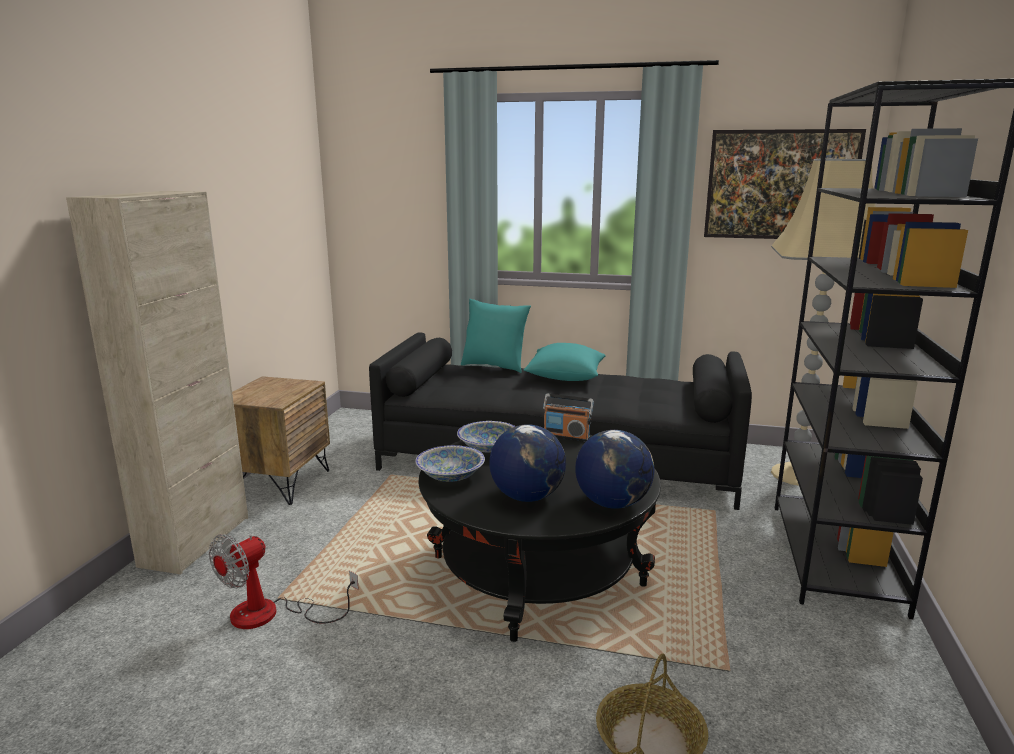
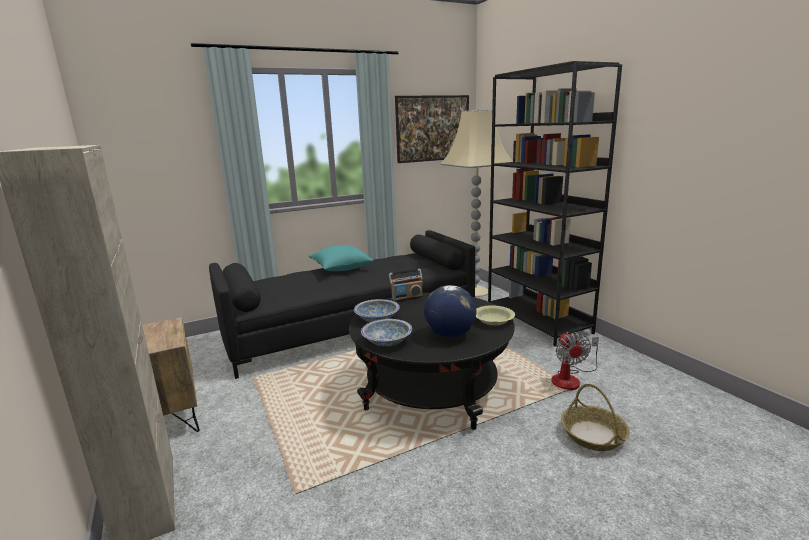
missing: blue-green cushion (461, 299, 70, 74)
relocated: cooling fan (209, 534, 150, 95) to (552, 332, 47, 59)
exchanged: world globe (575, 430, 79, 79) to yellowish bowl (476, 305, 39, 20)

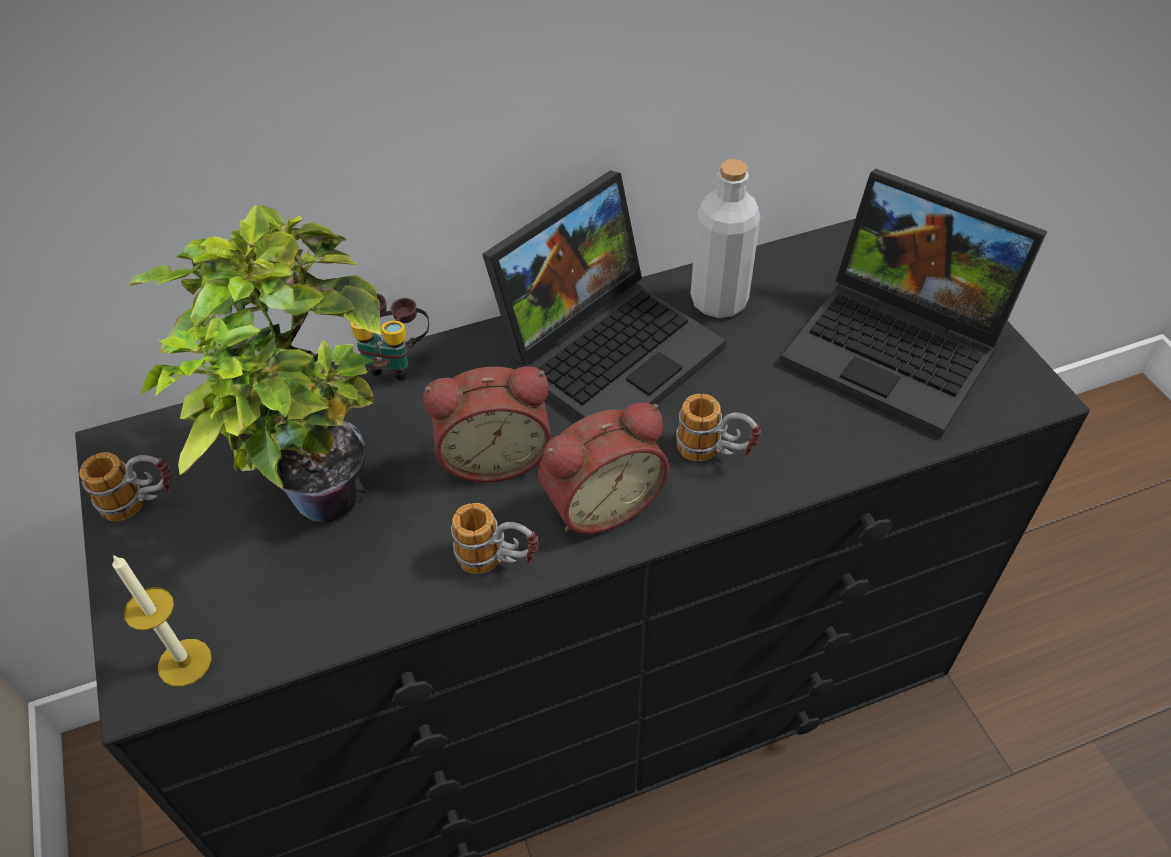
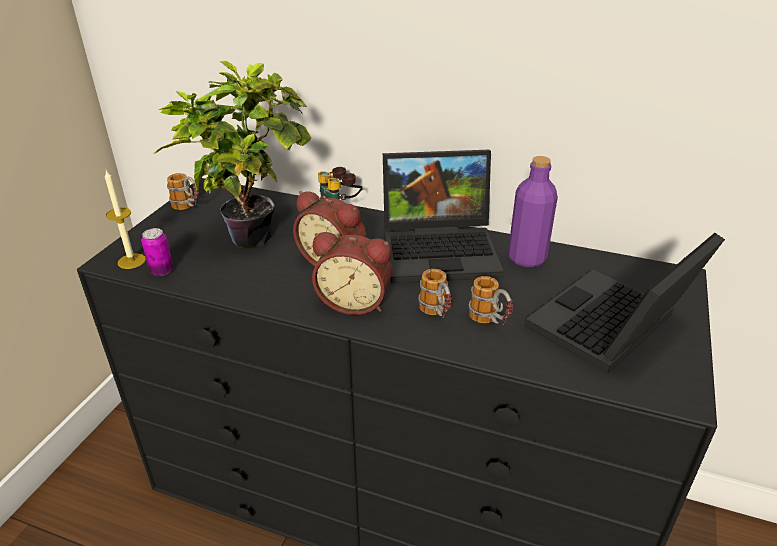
appeared: can (141, 228, 32, 48)
relocated: coffee mug (451, 503, 88, 71) to (469, 276, 44, 49)
colour: greyish drink bottle (691, 159, 69, 159) to purplish drink bottle (508, 156, 50, 112)
spun: notebook computer (780, 169, 267, 269) = (525, 233, 200, 140) 60 degrees clockwise

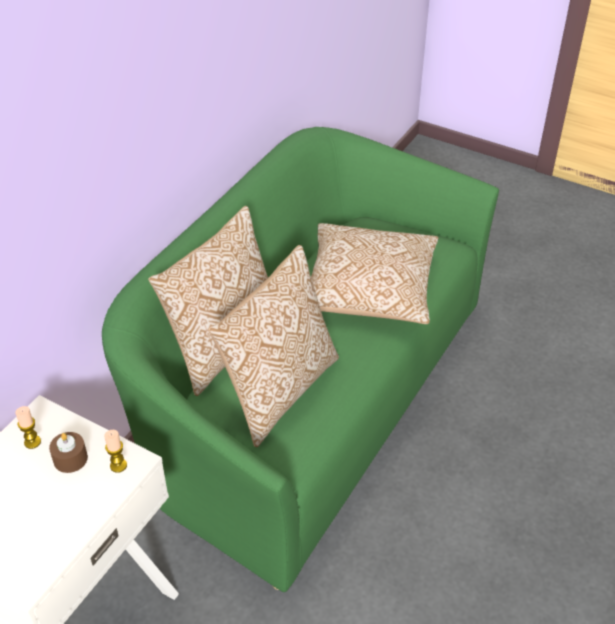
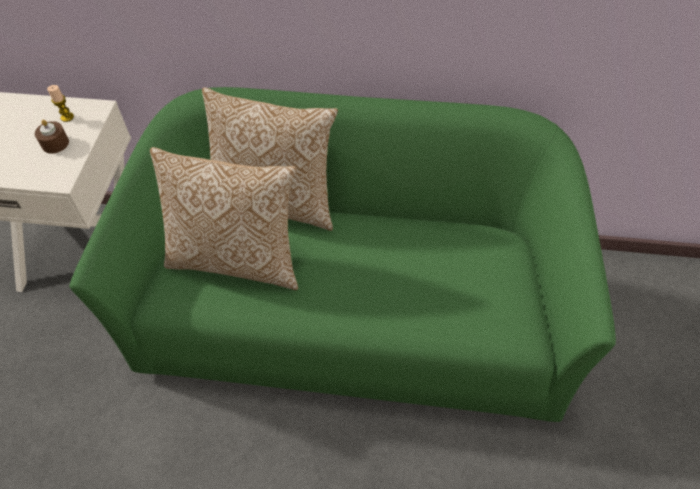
missing: cushion (311, 223, 128, 101); wax candle (104, 430, 23, 43)

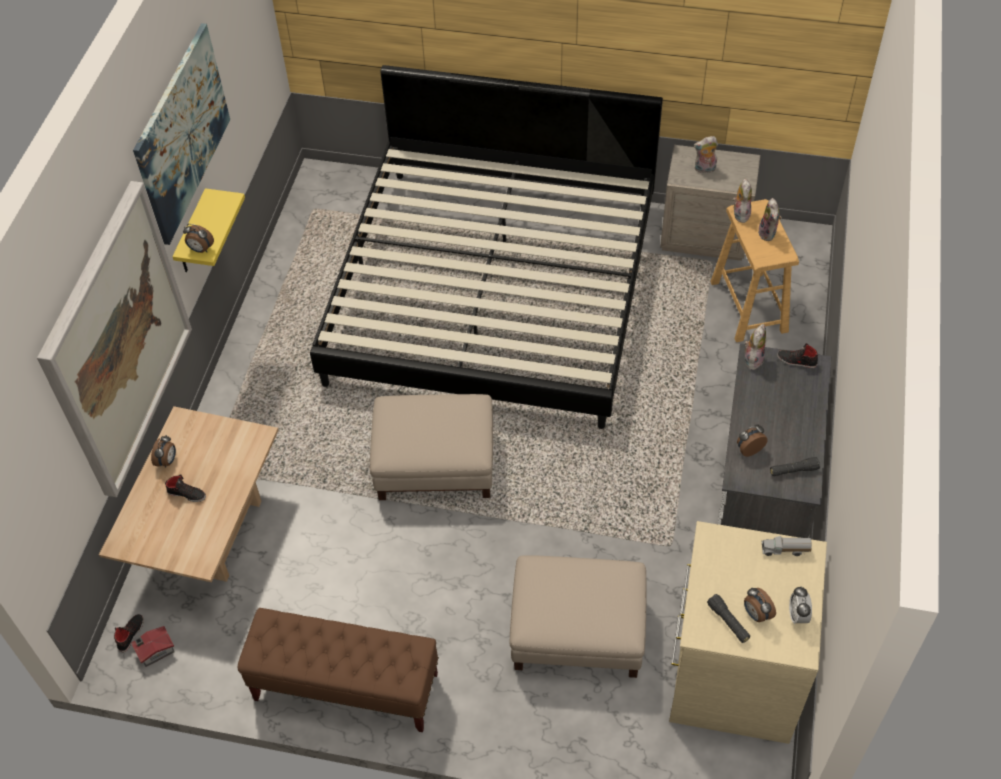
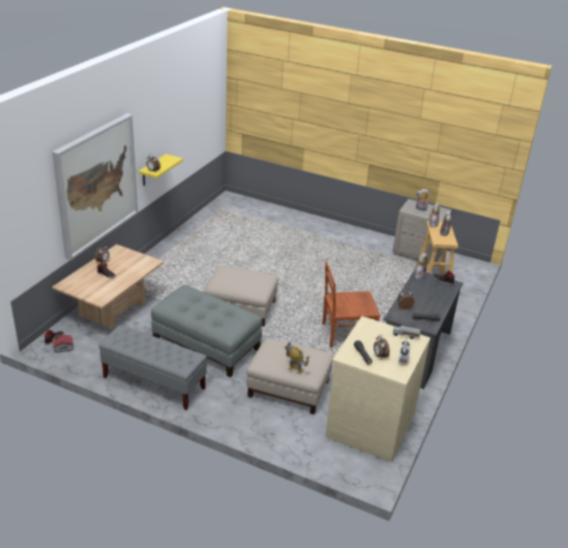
missing: wall art (133, 23, 97, 222); bed (310, 65, 353, 364)
appeared: brown-coloured plain chair (322, 261, 59, 87); greyish pouffe (151, 285, 111, 92); toy robot (285, 342, 25, 32)
colour: brown-coloured indoor bench (238, 608, 201, 124) to greyish indoor bench (99, 325, 108, 85)

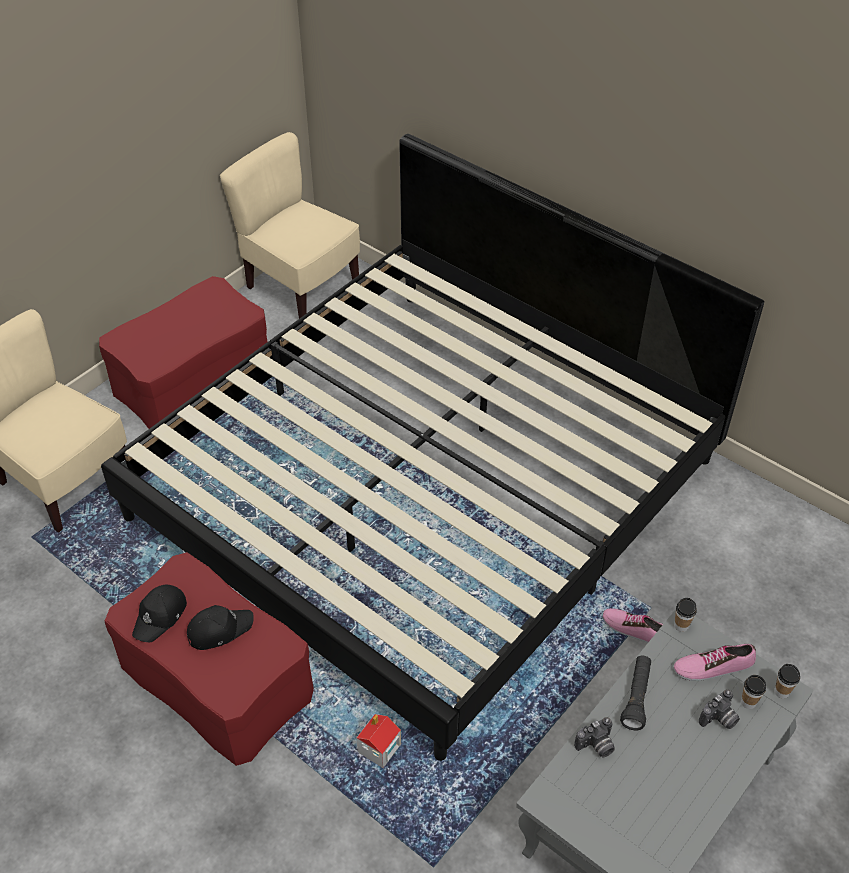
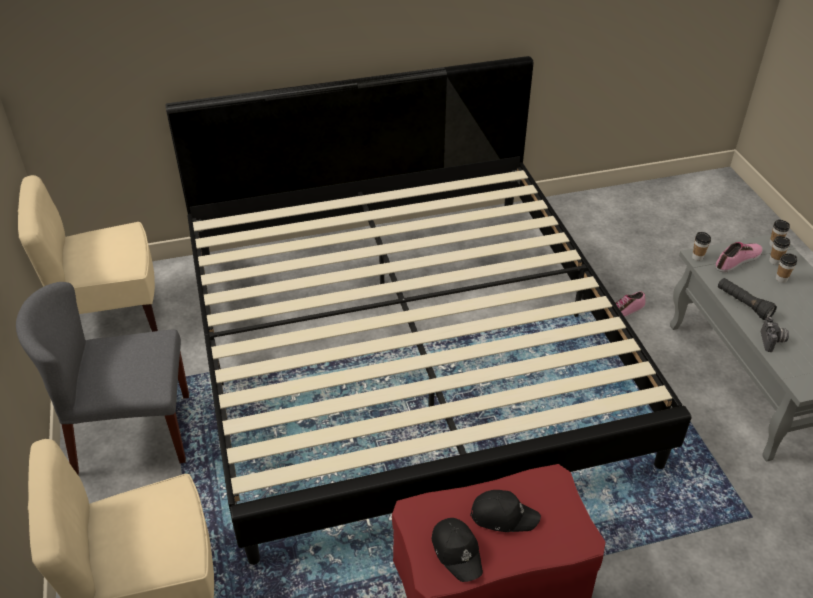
missing: toy house (356, 714, 45, 54)
exchanged: reddish pouffe (99, 276, 168, 153) to greyish plain chair (16, 282, 173, 193); photo camera (699, 690, 41, 39) to small cup (776, 254, 21, 29)
spun: blackish baseball cap (187, 605, 67, 45) = (470, 490, 71, 42) 90 degrees clockwise; item of footwear (673, 644, 83, 37) = (715, 242, 48, 31) 150 degrees counterclockwise

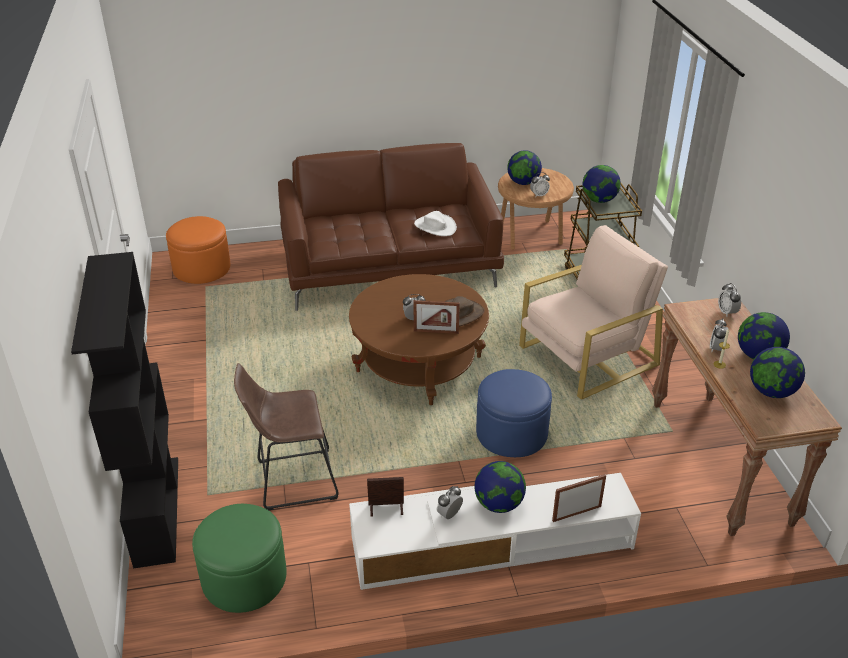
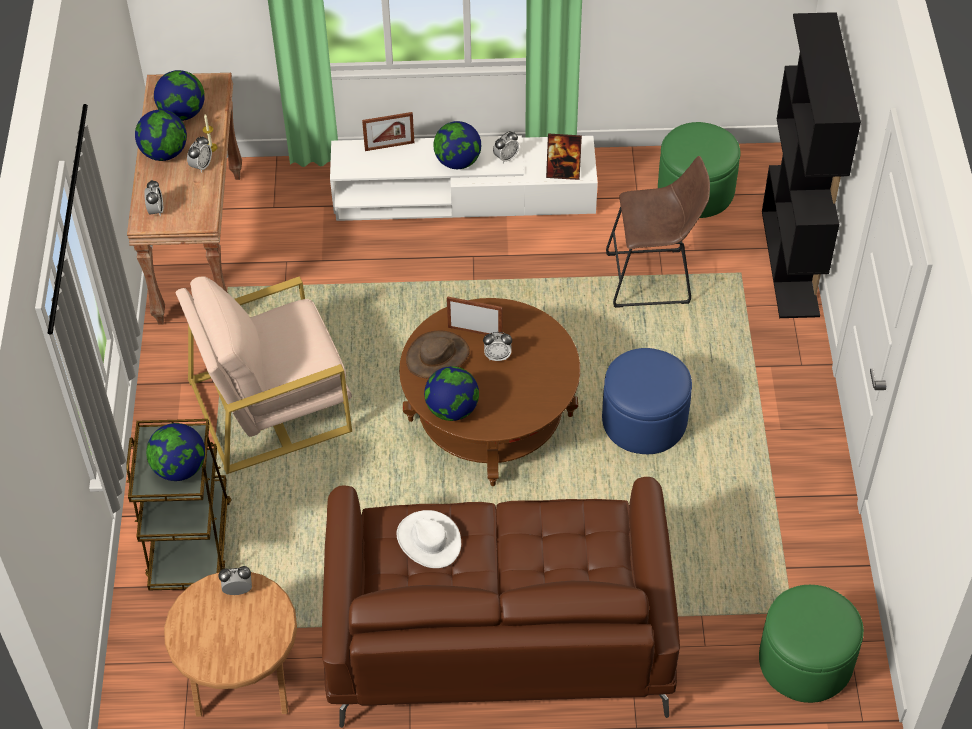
relocated: world globe (507, 150, 35, 35) to (424, 366, 55, 55); bluish pouffe (476, 369, 76, 88) to (602, 348, 90, 106)
colour: orange pouffe (166, 216, 64, 68) to green pouffe (759, 585, 105, 118)

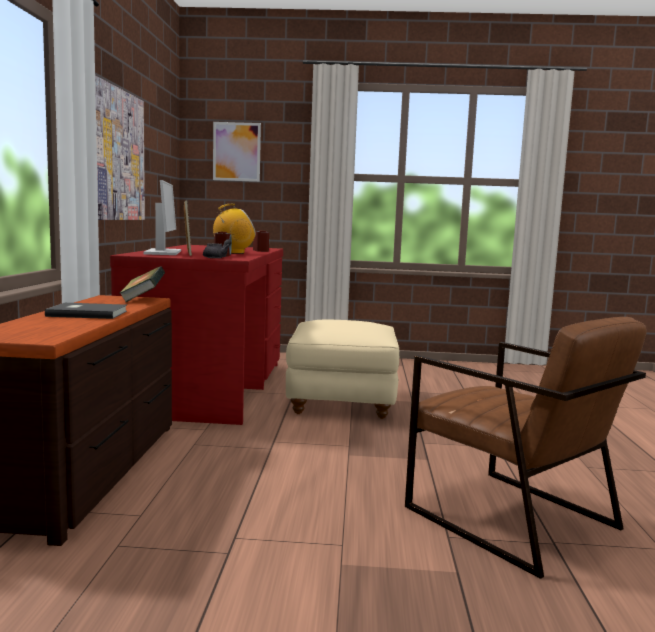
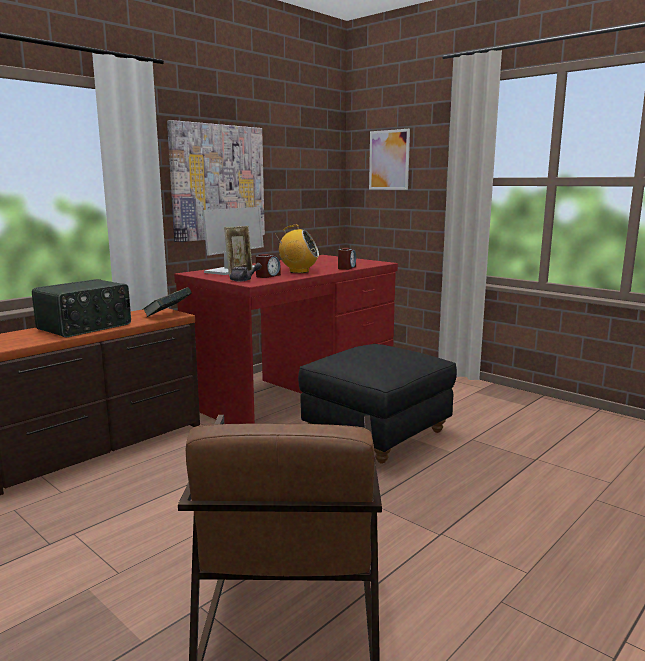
exchanged: greyish book (45, 303, 82, 16) to radio (32, 279, 99, 58)
colour: sand-coloured pouffe (286, 320, 113, 99) to blackish pouffe (298, 344, 159, 120)

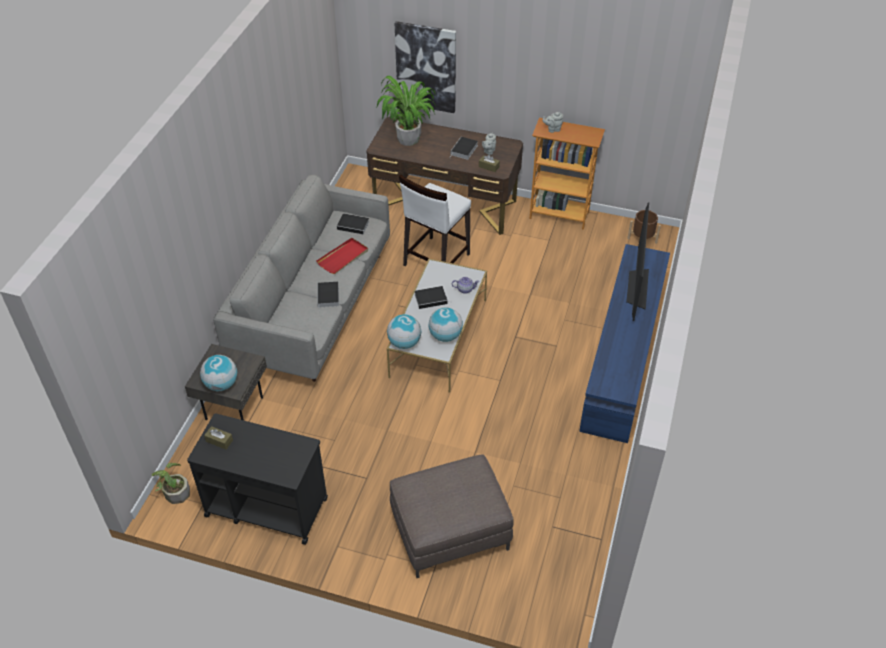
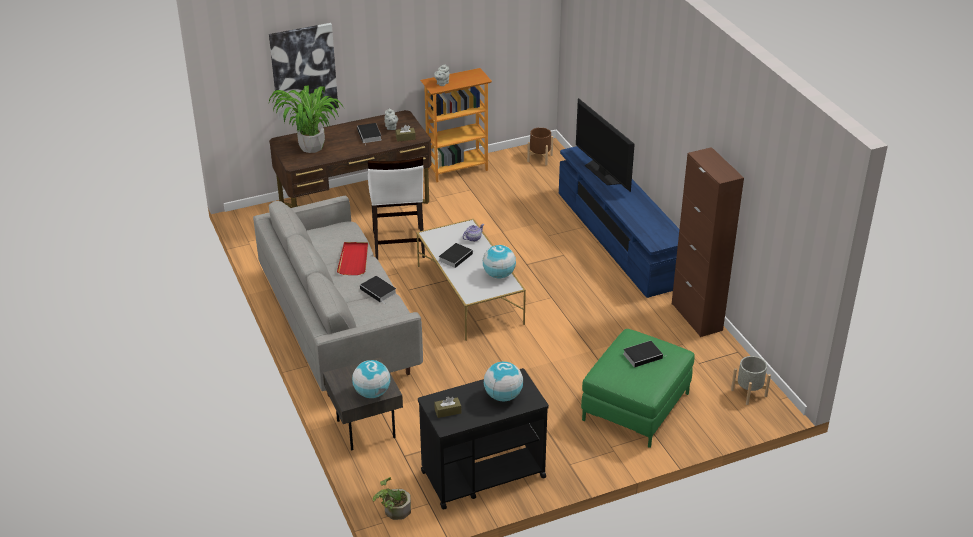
appeared: brown-coloured cupboard (672, 147, 72, 190); greyish planter (731, 356, 40, 49)
relocated: book (337, 213, 32, 21) to (623, 341, 43, 27); world globe (387, 314, 35, 35) to (484, 362, 39, 39)
colour: brown-coloured pouffe (390, 455, 124, 123) to green pouffe (581, 329, 114, 119)

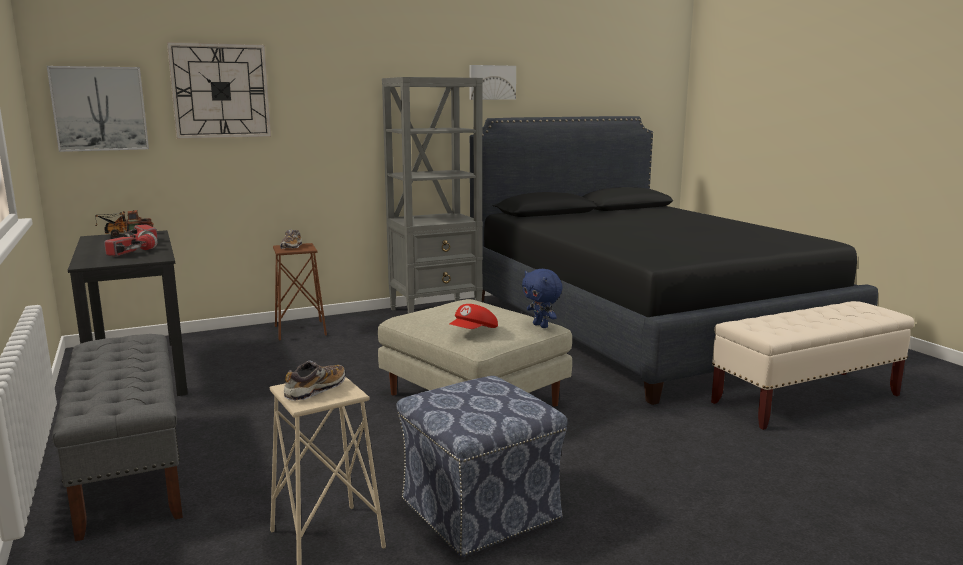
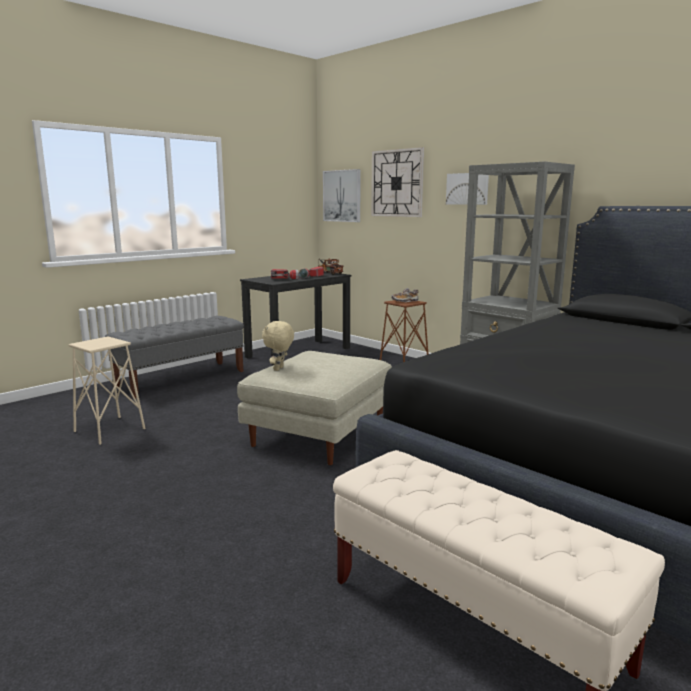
missing: bluish soft toy (522, 269, 40, 59); item of footwear (283, 361, 63, 40); pouffe (396, 376, 172, 181)
relocated: wall art (469, 65, 47, 35) to (446, 173, 43, 32)
exchanged: reddish baseball cap (450, 304, 48, 25) to sand-coloured soft toy (262, 321, 32, 50)

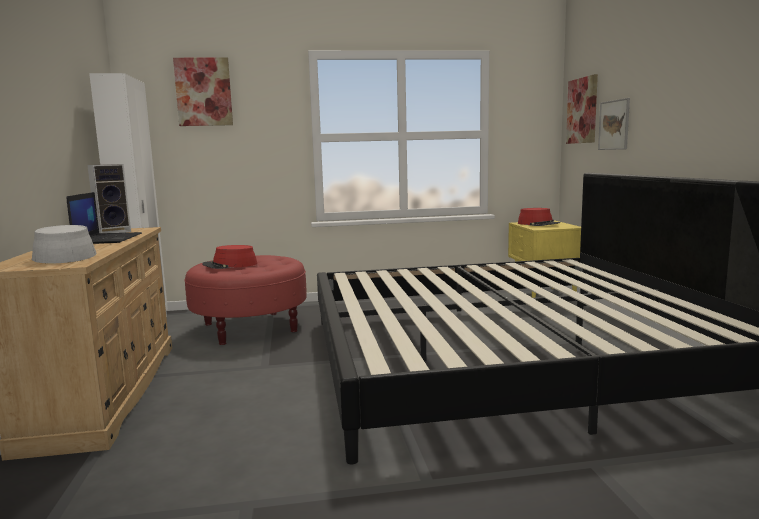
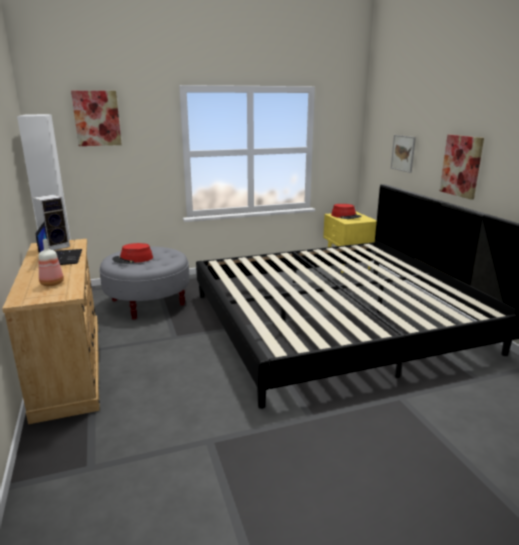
relocated: wall art (566, 74, 32, 70) to (440, 135, 44, 65)
exchanged: greyish clothing hat (32, 225, 64, 39) to drink bottle (39, 239, 25, 47)
colour: reddish pouffe (184, 255, 123, 90) to greyish pouffe (99, 247, 90, 73)

